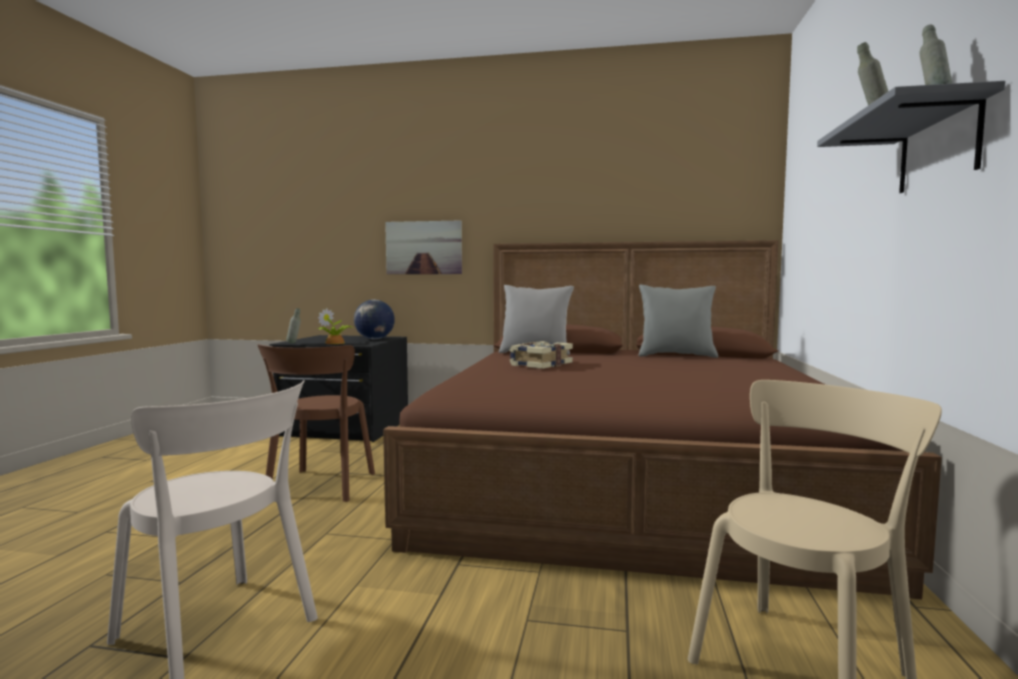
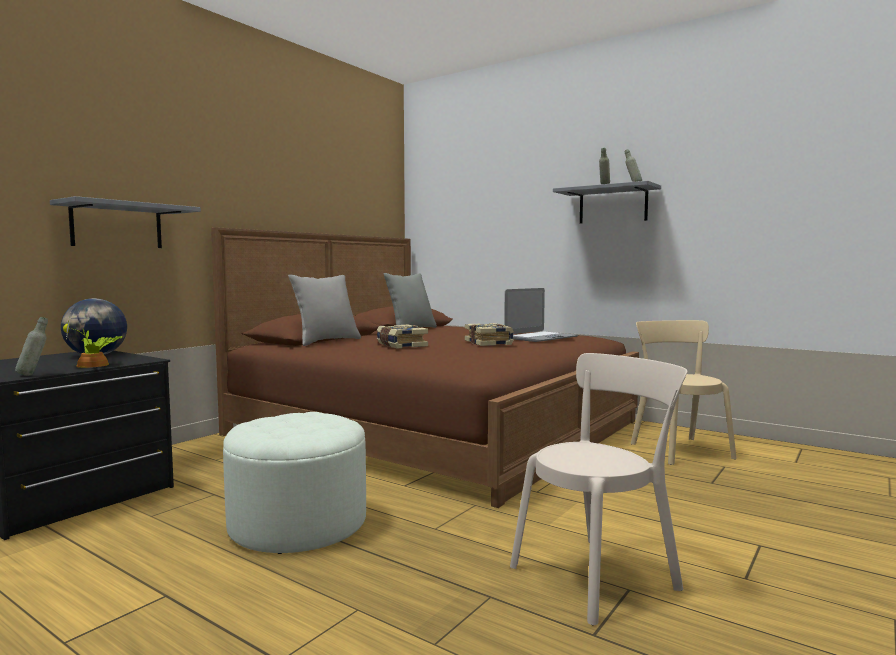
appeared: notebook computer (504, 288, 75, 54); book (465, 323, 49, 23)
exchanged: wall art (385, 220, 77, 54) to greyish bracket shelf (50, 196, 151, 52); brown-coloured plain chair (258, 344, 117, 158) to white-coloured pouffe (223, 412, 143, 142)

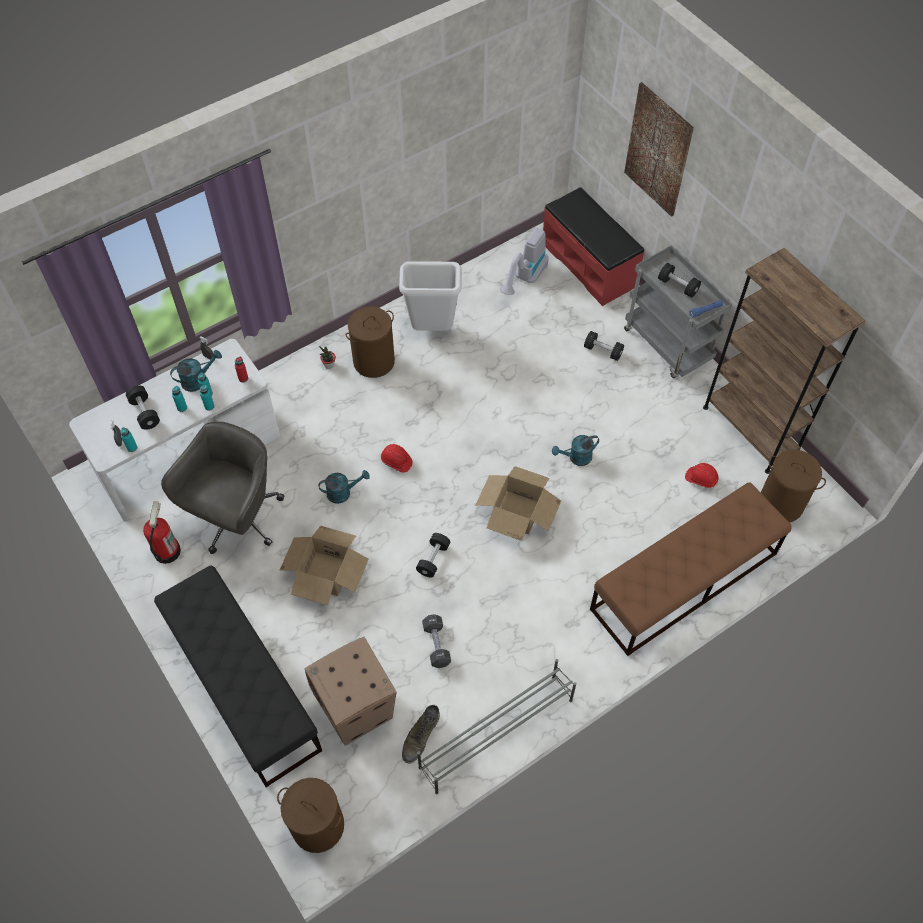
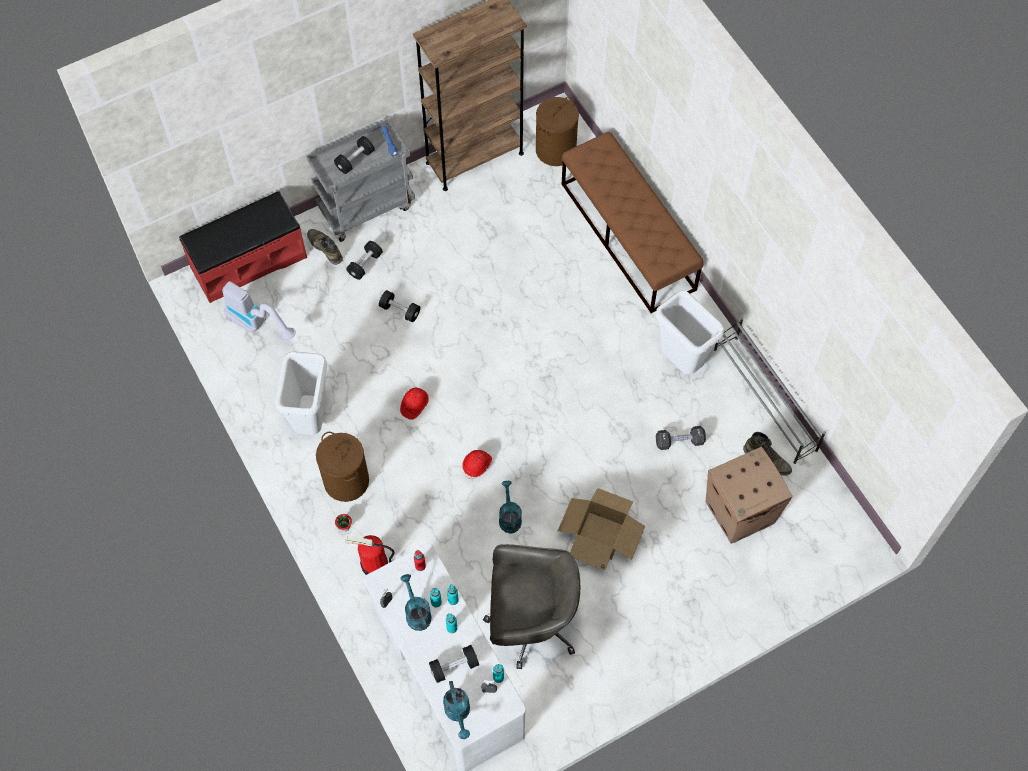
missing: wall art (624, 82, 70, 135); cardboard box (476, 466, 85, 75); blackish indoor bench (154, 565, 168, 222); brown-coloured laundry basket (277, 778, 67, 75)
appeared: green boot (307, 229, 36, 36); white-coloured waste bin (656, 291, 68, 84)
relocated: blue-green watering can (552, 435, 47, 31) to (443, 681, 27, 58); reddish work helmet (685, 463, 34, 26) to (400, 388, 29, 32); extinguisher (143, 502, 38, 62) to (345, 535, 49, 40); blackish dumbbell (416, 533, 34, 44) to (379, 290, 41, 32)
spun: greyish computer chair (161, 421, 123, 133) = (483, 544, 97, 125) 150 degrees clockwise

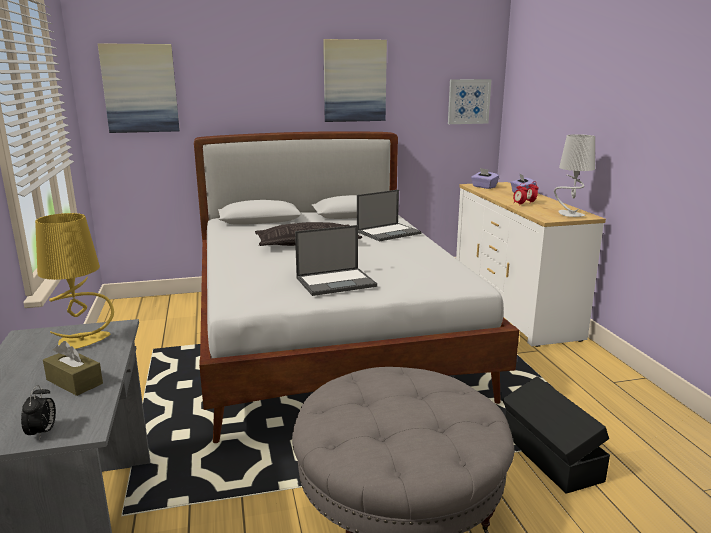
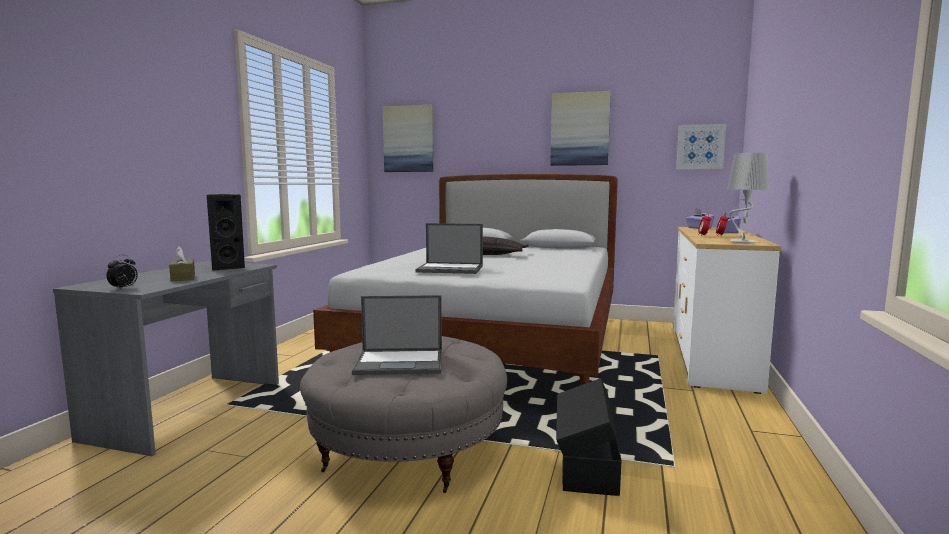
relocated: notebook computer (357, 189, 65, 52) to (352, 295, 90, 80)
exchanged: yellowish table lamp (35, 213, 79, 136) to blackish loudspeaker (207, 194, 38, 77)

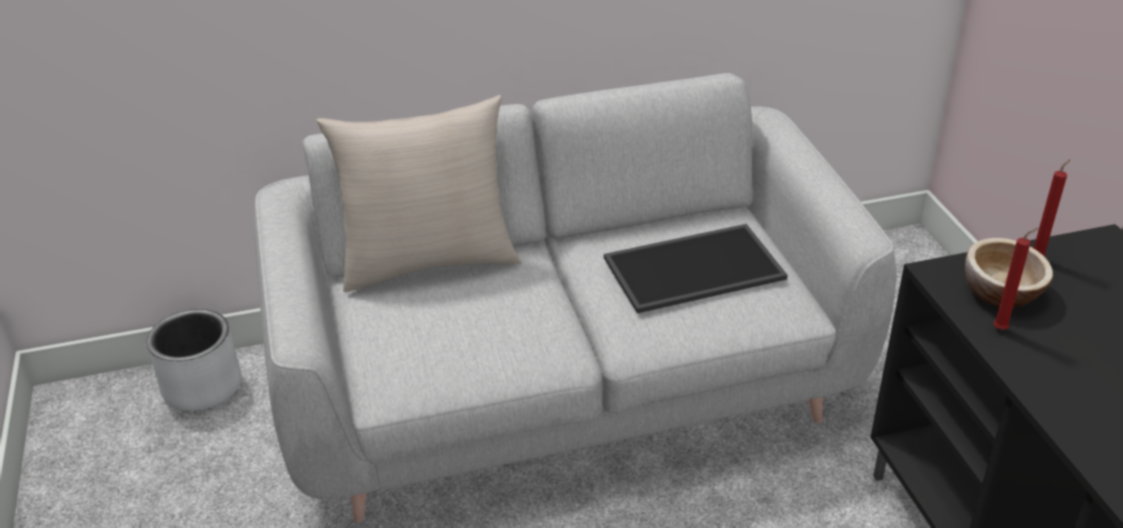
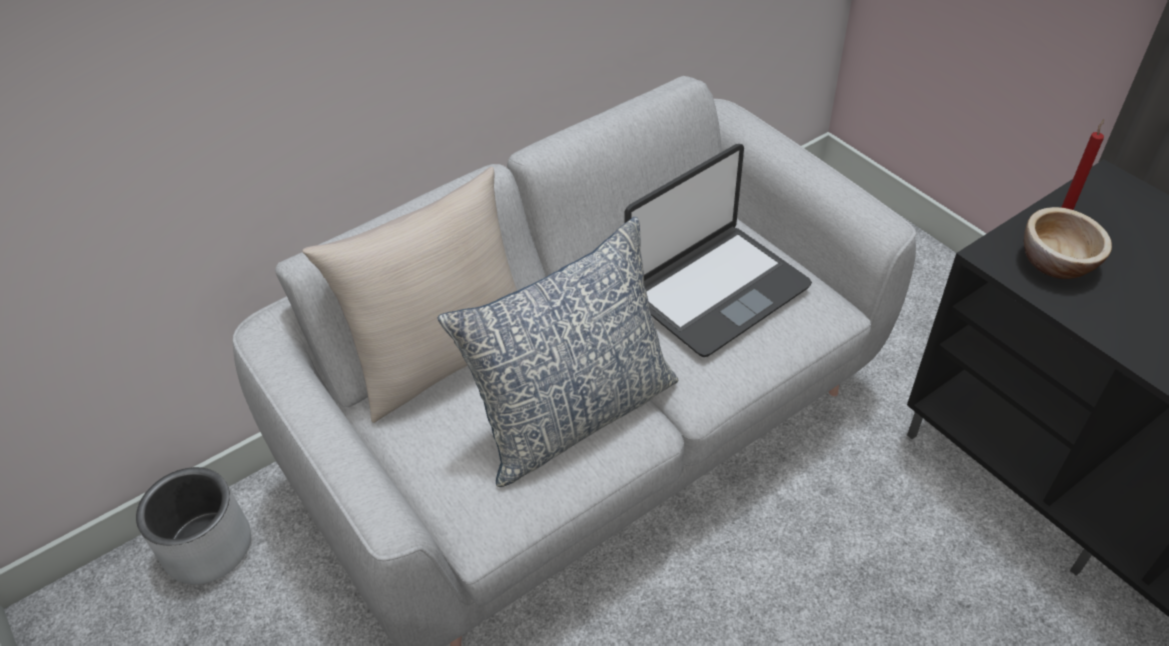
missing: reddish wax candle (993, 228, 45, 102)
appeared: cushion (438, 217, 240, 270)
exchanged: carrying tray (604, 224, 184, 89) to notebook computer (624, 144, 188, 213)

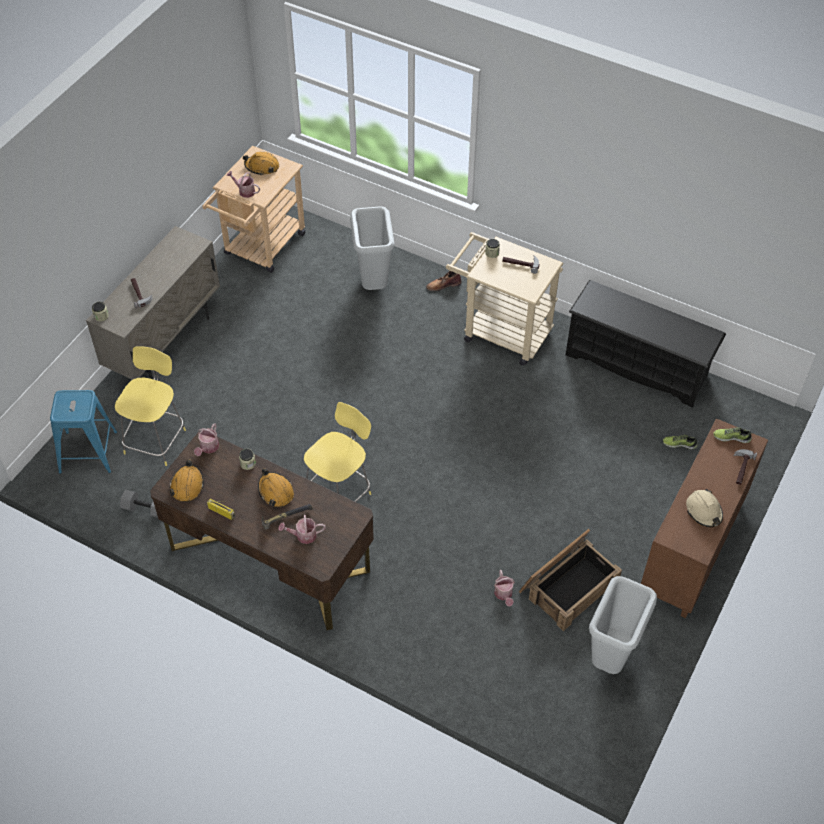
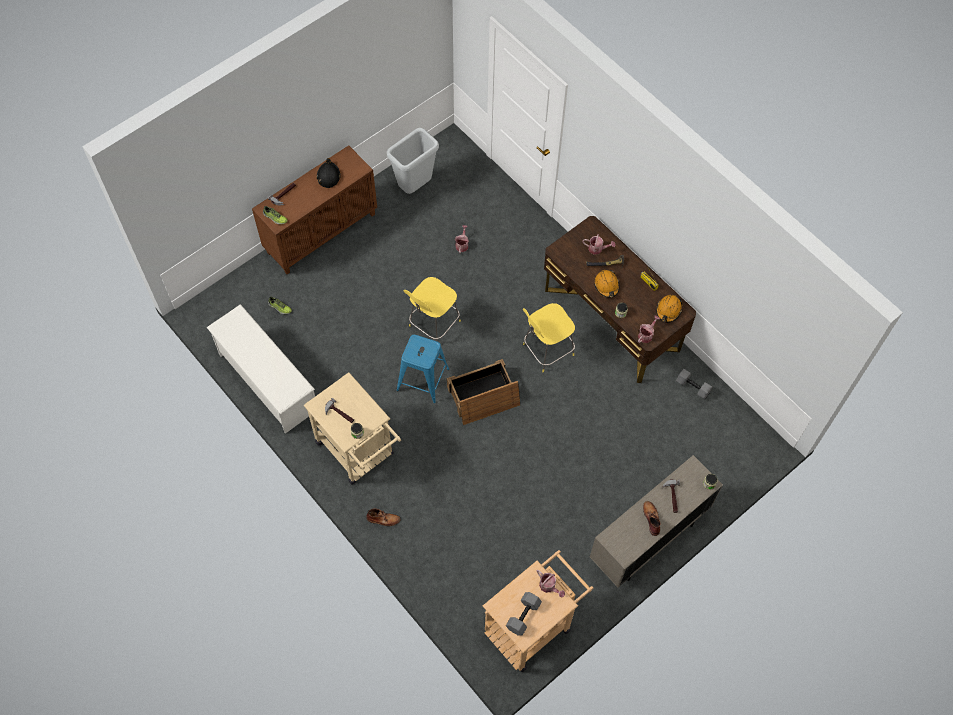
missing: greyish waste bin (350, 206, 45, 84)
appeared: brown-coloured boot (643, 501, 18, 35)
relocated: yellowish stool seat (115, 346, 71, 120) to (404, 277, 57, 65); bluish stool seat (50, 390, 67, 84) to (397, 335, 52, 68); crate (519, 529, 103, 102) to (447, 359, 73, 66)
exchanged: orange work helmet (243, 152, 36, 23) to greyish dumbbell (506, 592, 36, 44)
colour: blackish shoe shelf (566, 280, 160, 128) to white-coloured shoe shelf (206, 304, 109, 130); sand-coloured work helmet (686, 489, 37, 38) to blackish work helmet (317, 158, 24, 30)

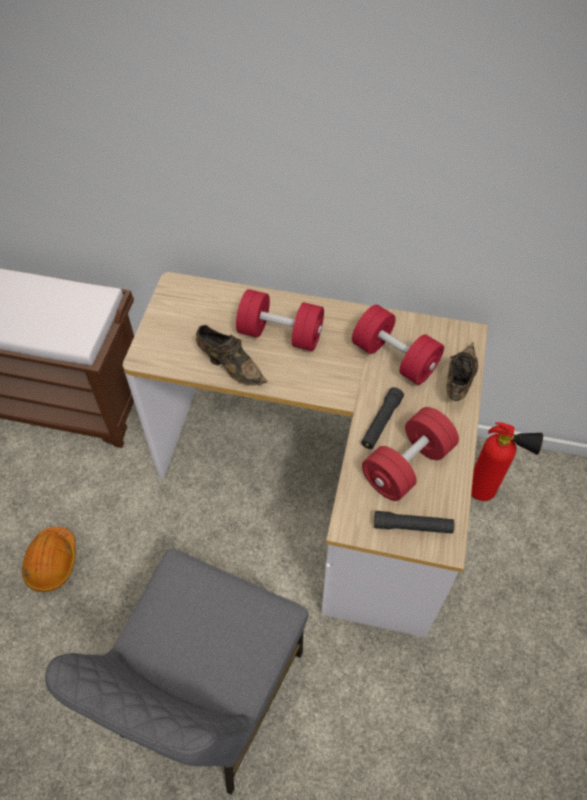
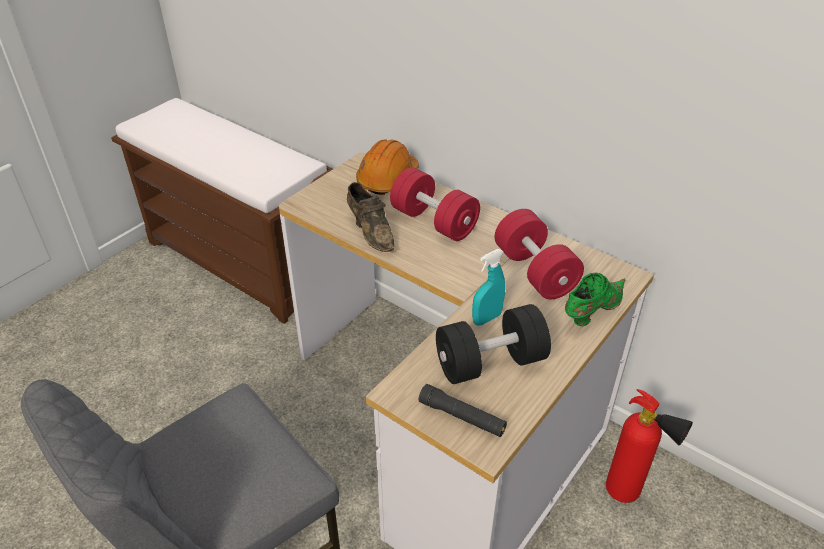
relocated: orange work helmet (22, 527, 54, 65) to (356, 139, 63, 56)
exchanged: blackish torch (361, 387, 43, 62) to blue-green spray bottle (472, 249, 33, 76)
colour: brown-coloured item of footwear (446, 342, 32, 59) to green item of footwear (565, 272, 60, 54); reddish dumbbell (362, 407, 97, 94) to blackish dumbbell (436, 304, 115, 80)

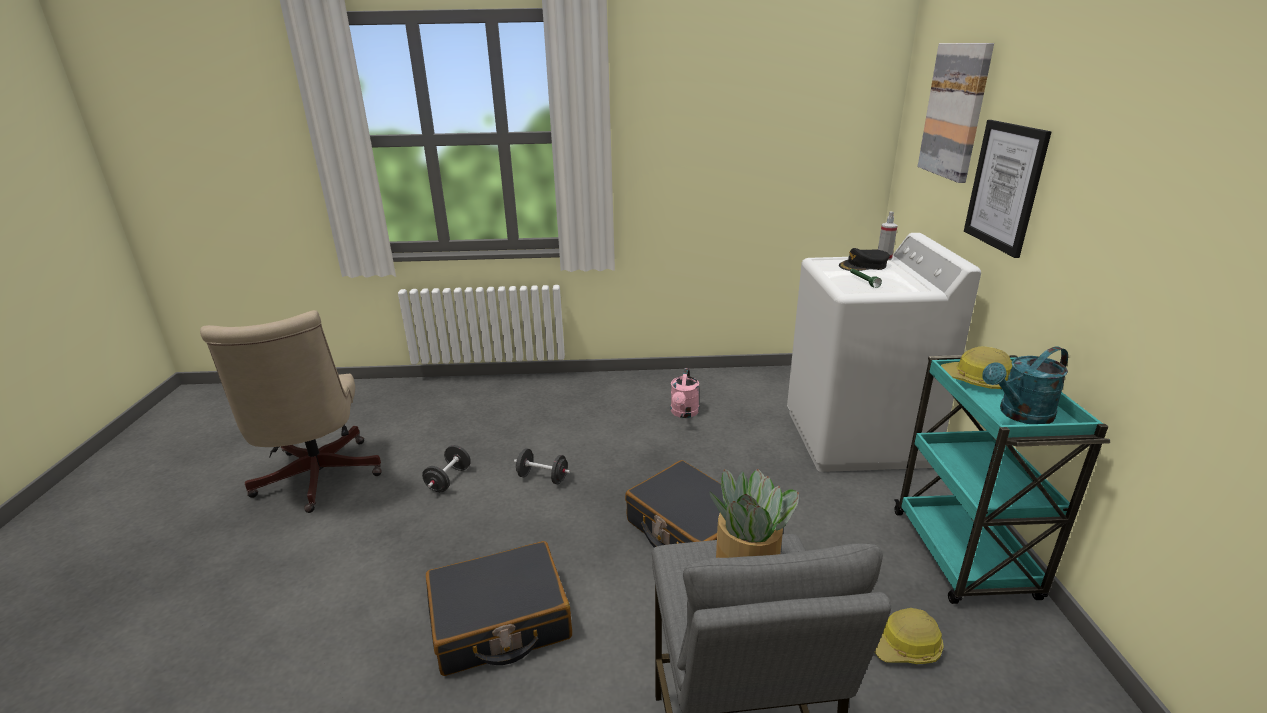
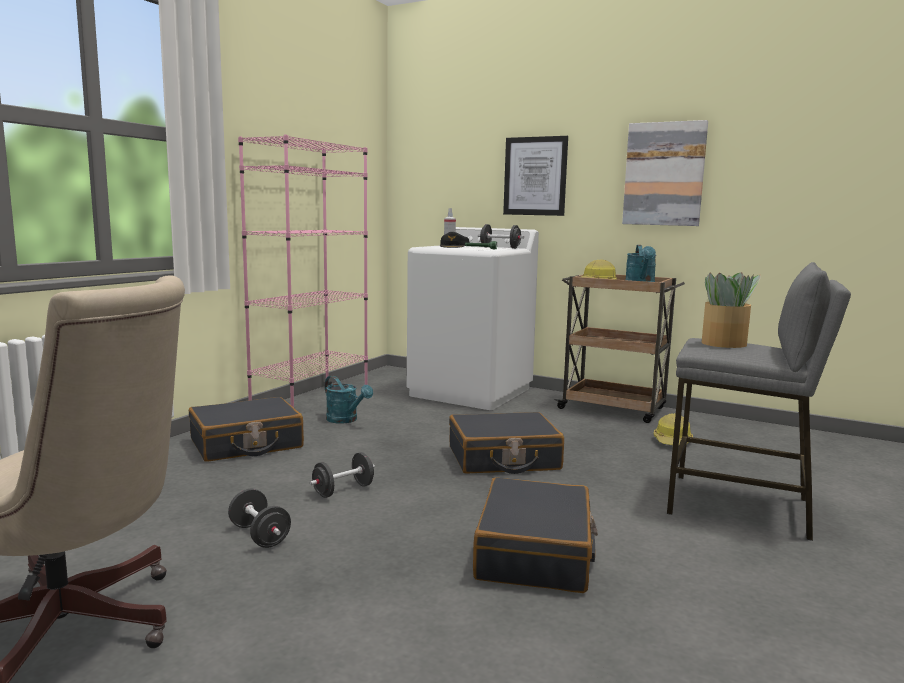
appeared: pinkish bookcase (238, 134, 130, 274); blackish dumbbell (478, 224, 46, 25); blackish travel case (189, 397, 115, 65)
relocated: wall art (918, 43, 76, 140) to (622, 120, 86, 106)
colour: blue-green cart (894, 355, 216, 249) to brown-coloured cart (555, 275, 130, 148); pinkish watering can (671, 368, 28, 50) to blue-green watering can (325, 376, 48, 48)

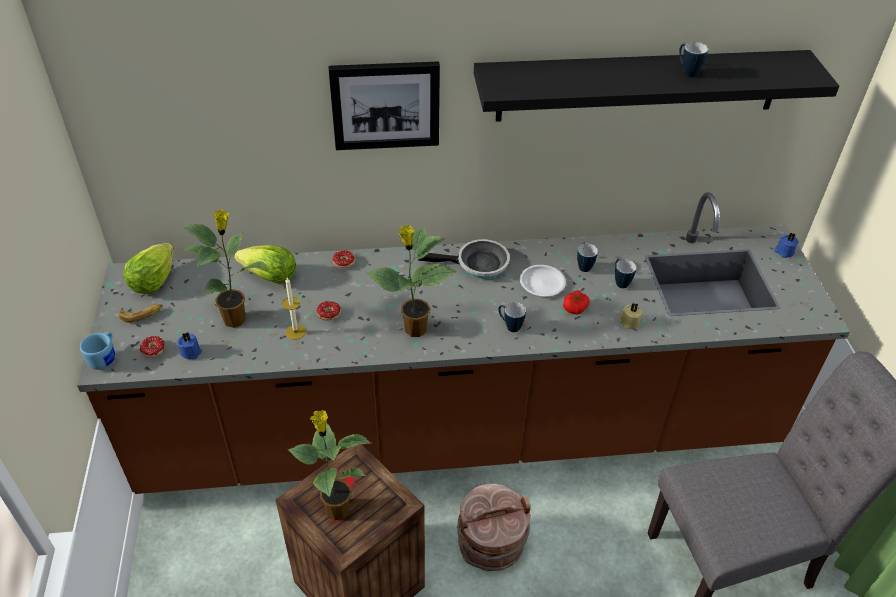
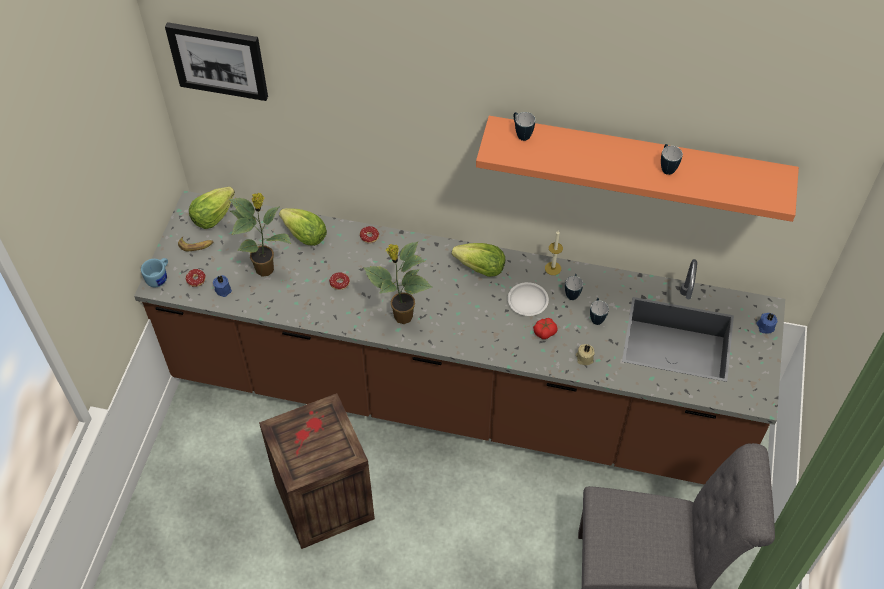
missing: houseplant (288, 410, 83, 110); brown-coloured bucket (456, 484, 75, 87)
relocated: wall art (329, 61, 111, 89) to (165, 22, 103, 79); wax candle (282, 278, 24, 62) to (545, 231, 18, 44); coffee mug (499, 302, 27, 30) to (514, 112, 21, 29)
exchanged: skillet (418, 239, 92, 40) to lettuce (452, 243, 53, 34)
colour: blackish bracket shelf (474, 50, 365, 72) to orange bracket shelf (476, 116, 323, 106)

